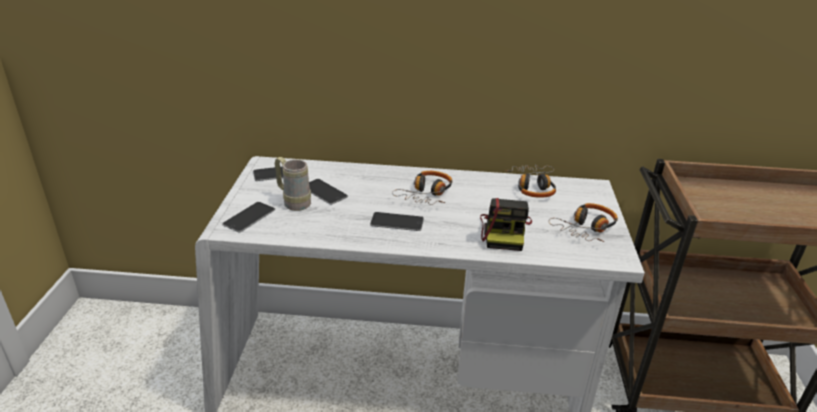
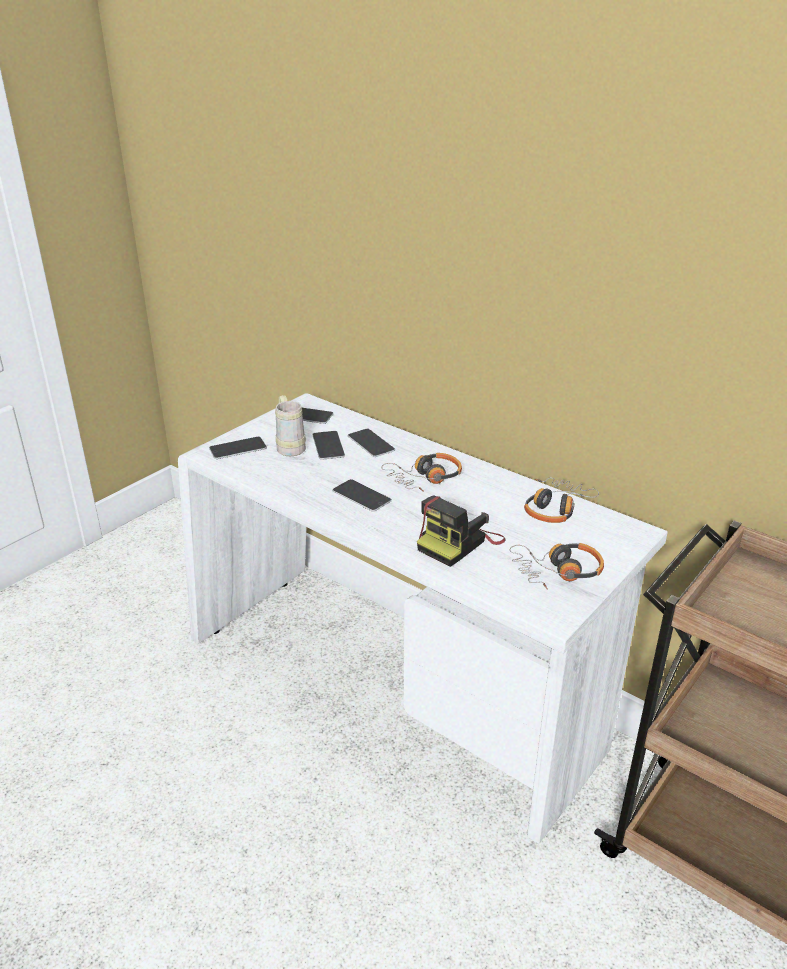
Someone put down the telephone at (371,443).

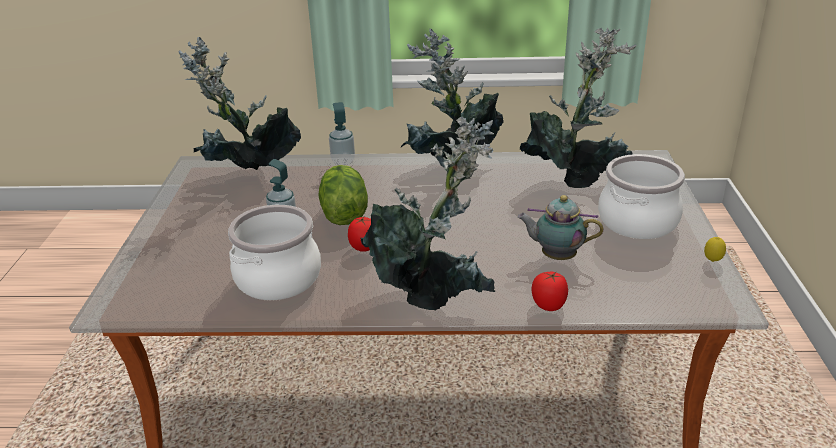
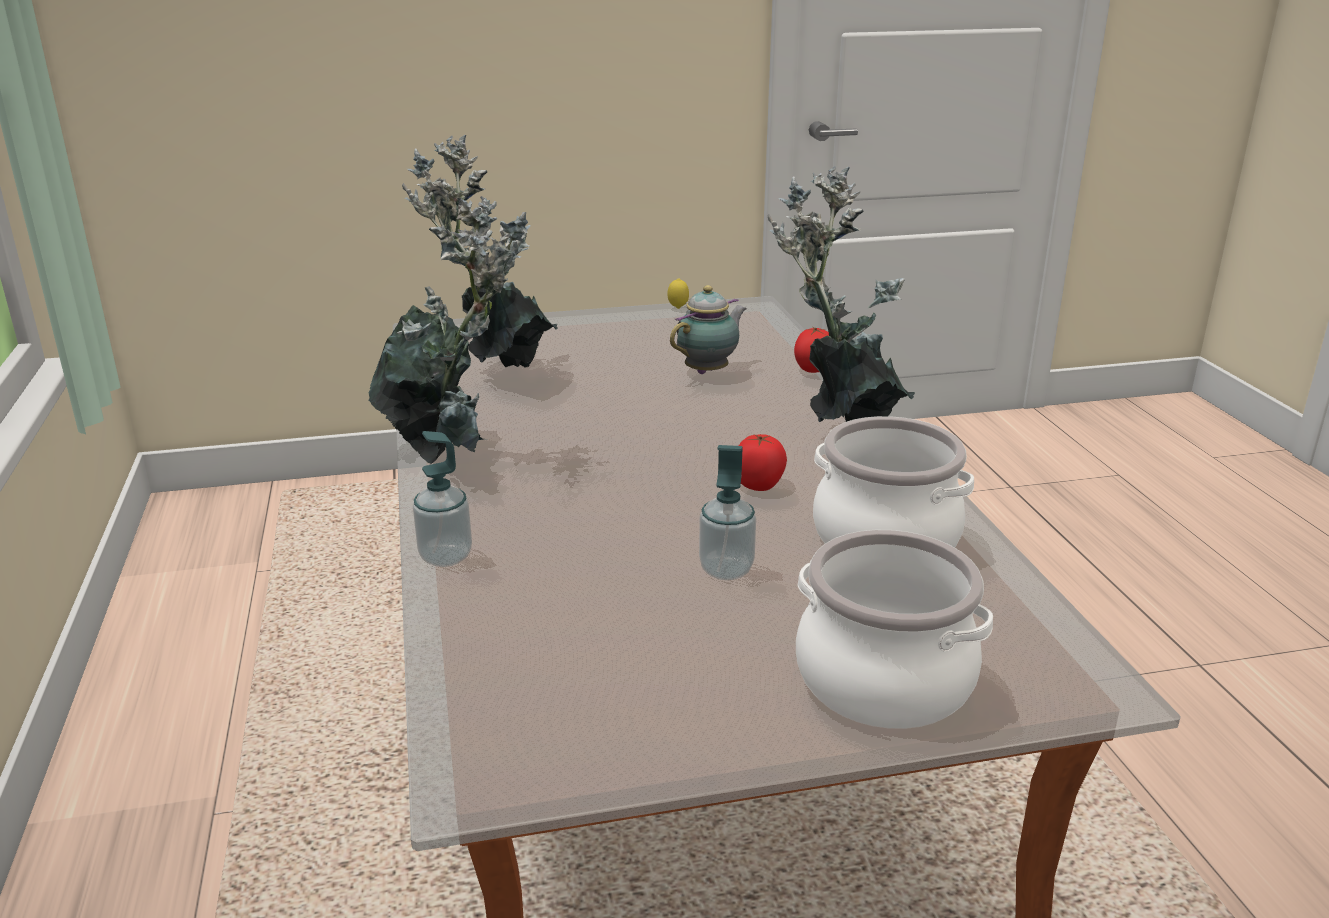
Someone took away the houseplant at (247,175).
Someone took away the lettuce at (343,214).
Someone carried the saucepot from (638,222) to (884,679).
Someone rotated the teapot at (556,256) by 135 degrees counterclockwise.

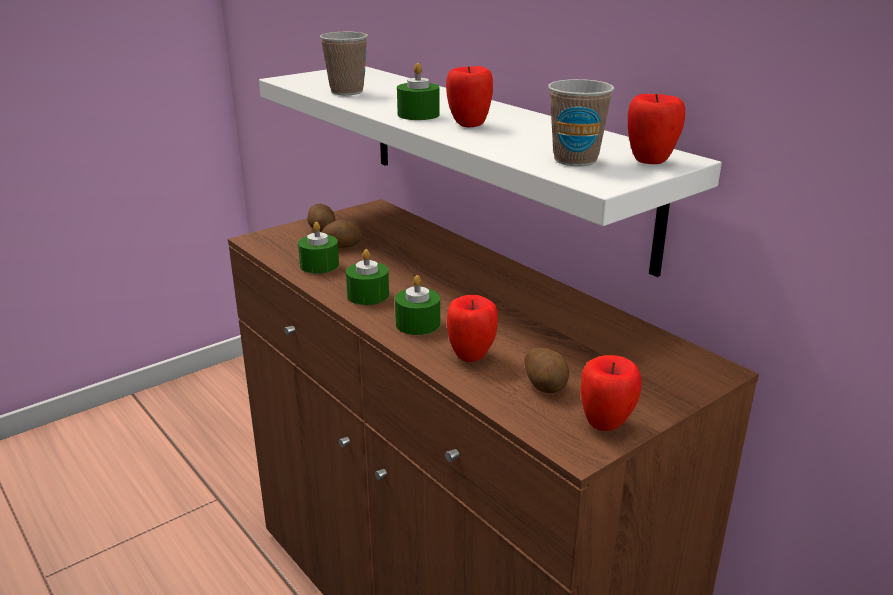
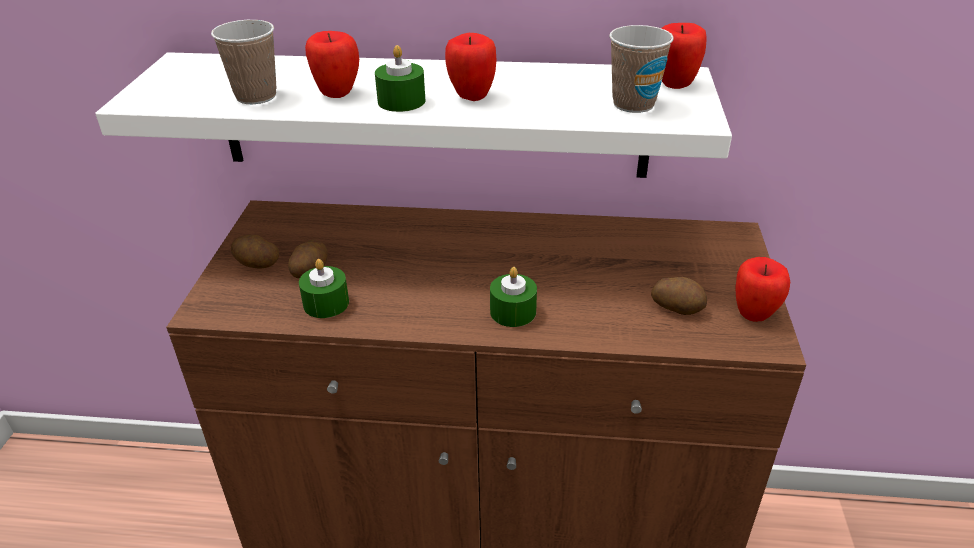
Someone took away the candle (green-coloured) at (368,295).
Someone carried the whole apple from (471,356) to (337,93).

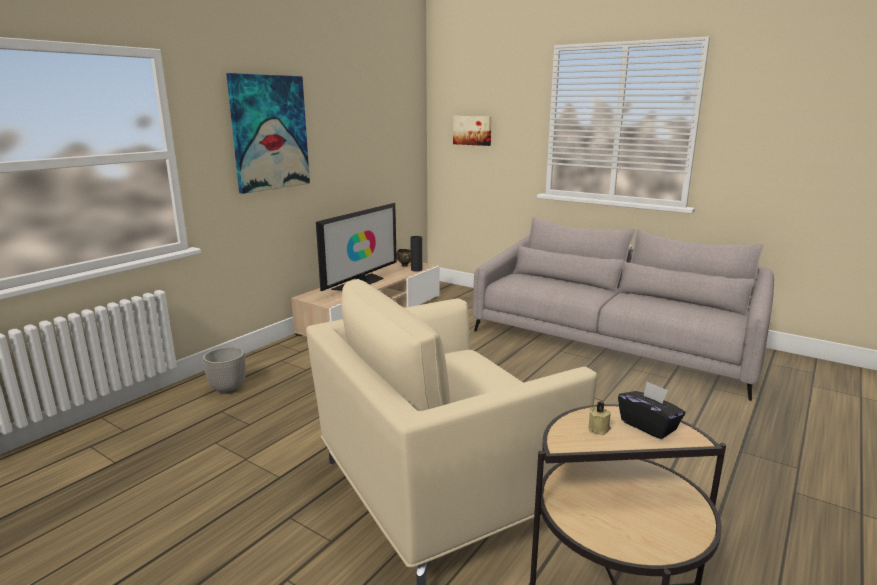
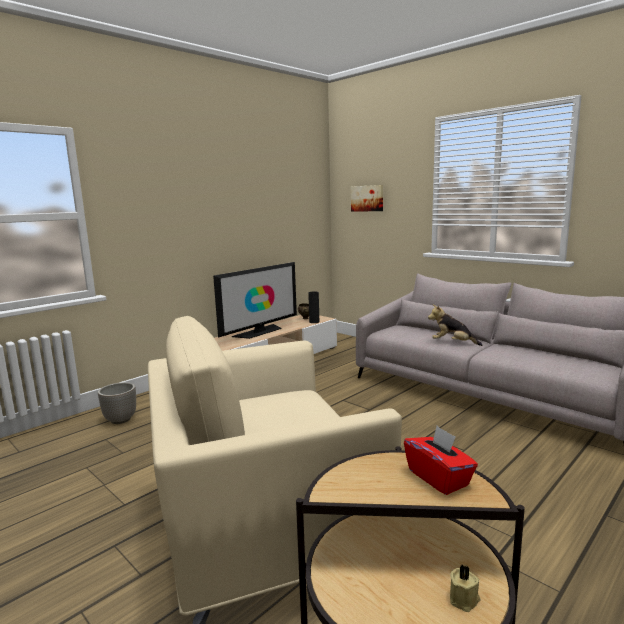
Someone took away the wall art at (270,133).
Someone put down the soft toy at (452,343).
Someone carried the candle (sand-coloured) from (599,429) to (464,599).
Someone repainted the tissue box (black-coloured) at (648,426), which became the tissue box (red-coloured) at (439,478).

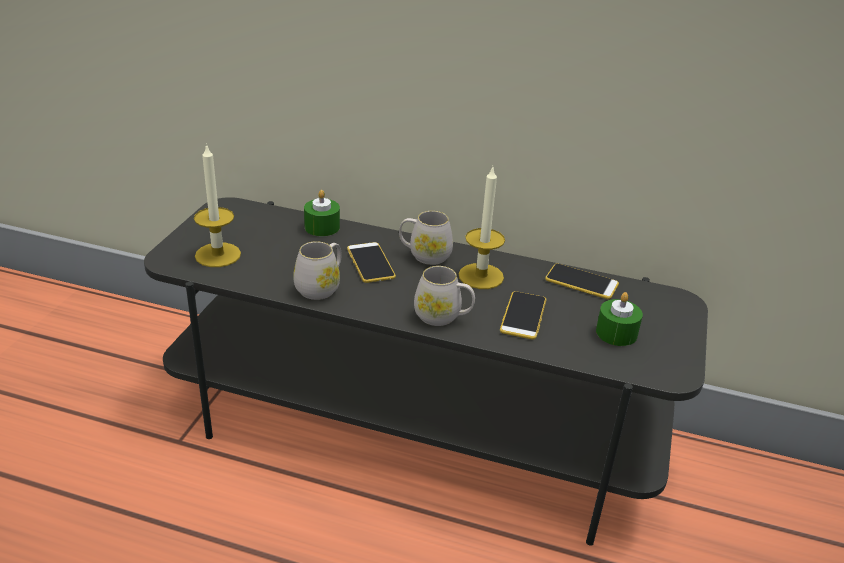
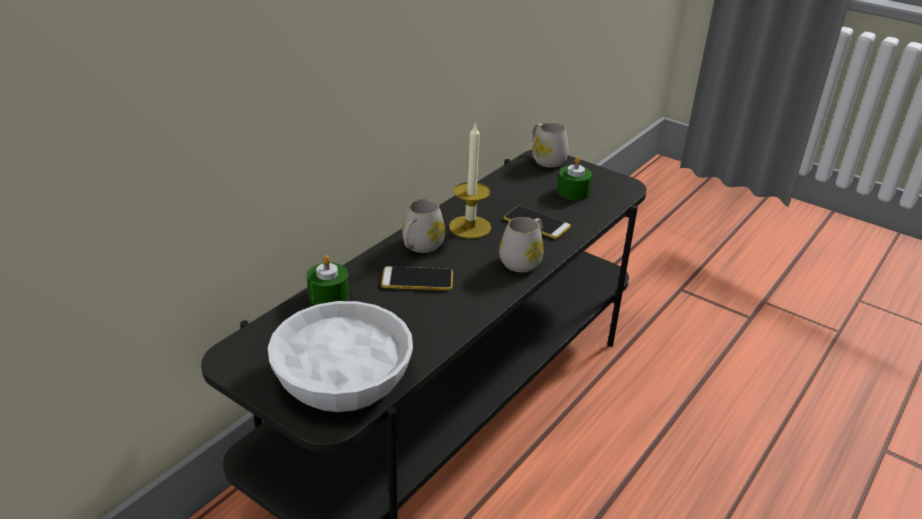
Someone took away the telephone at (581,282).
Someone carried the coffee mug (white-coloured) from (321,287) to (546,159).
Someone swapped the candle at (218,255) for the deep dish (white-coloured) at (343,379).

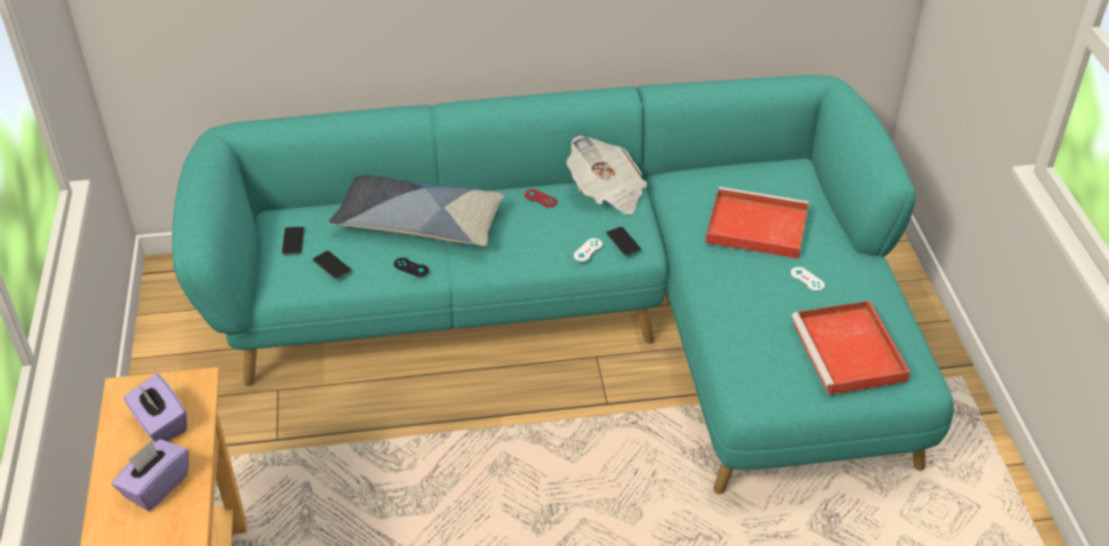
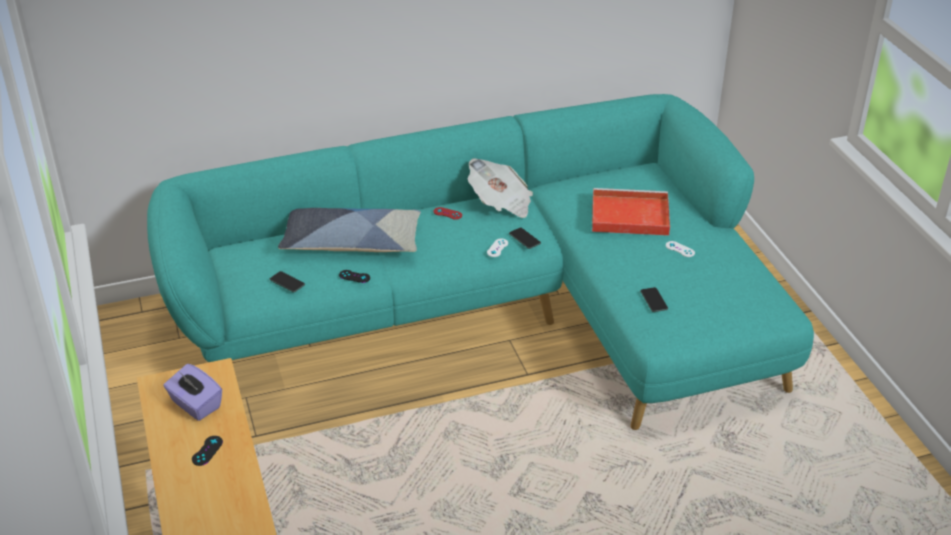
Someone took away the tray (red-coloured) at (850,352).
Someone carried the telephone from (293,241) to (654,300).
Someone swapped the tissue box (purple) at (156,486) for the gamepad (black-coloured) at (207,451).

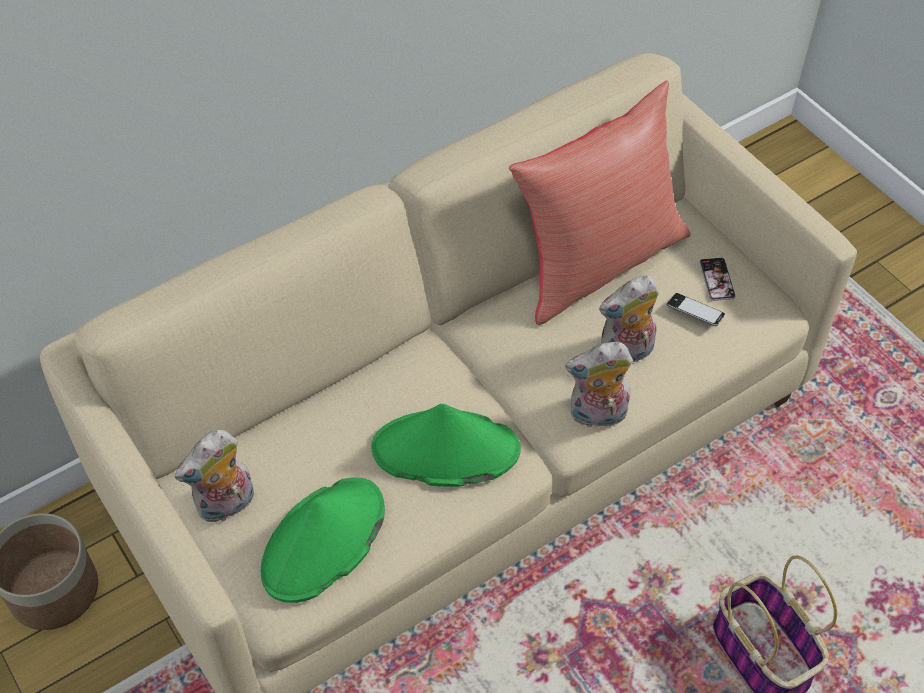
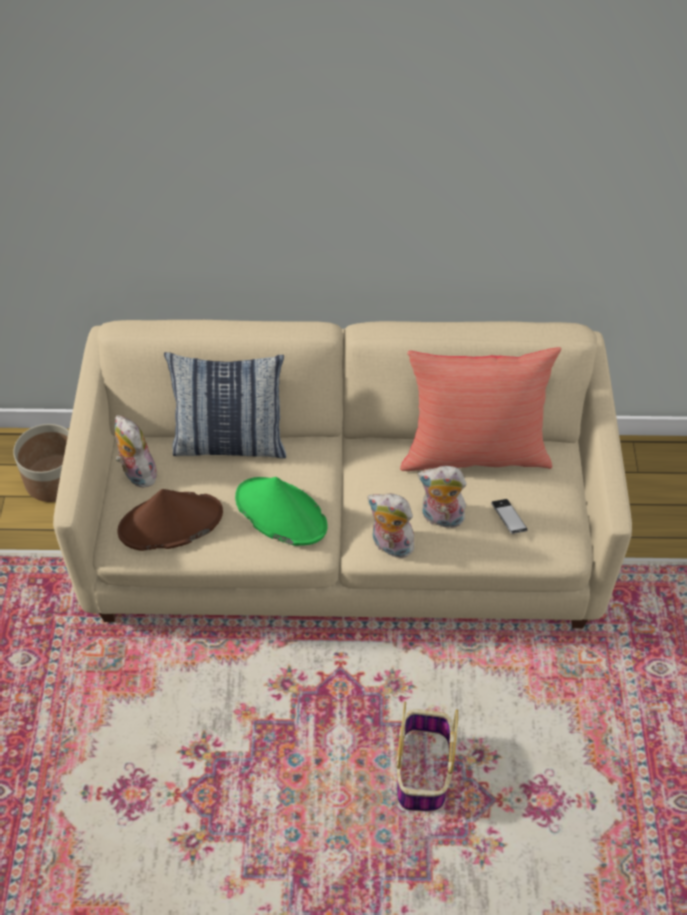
Someone took away the telephone at (717,279).
Someone put down the cushion at (230,443).
Someone repainted the wearable hat (green-coloured) at (323,541), which became the wearable hat (brown-coloured) at (170,523).
Someone rotated the soft toy at (226,506) by 60 degrees clockwise.

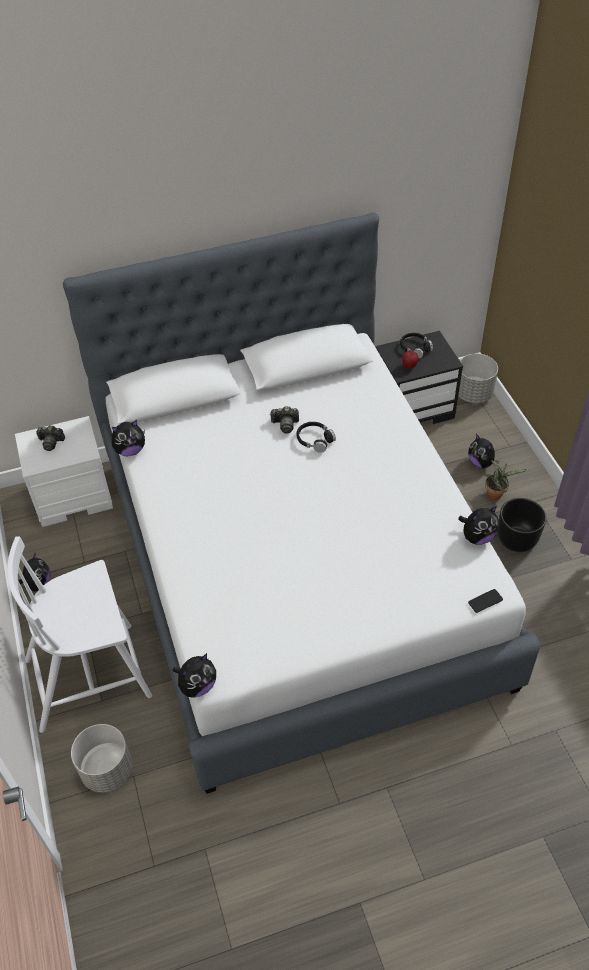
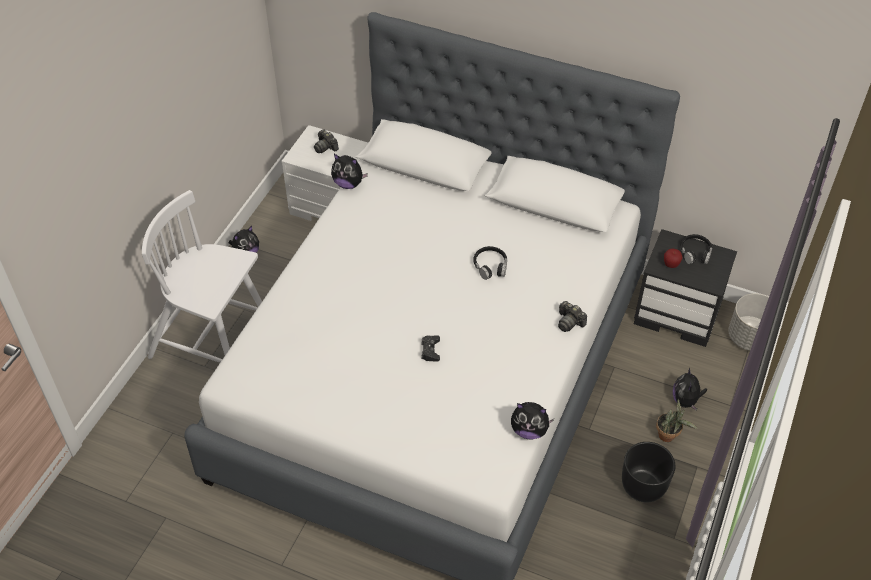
Someone took away the planter (greyish) at (107,770).
Someone took away the soft toy at (197,686).
Someone took away the telephone at (485,601).
Someone put down the gamepad (black-coloured) at (430,350).
Someone carried the still camera from (285,424) to (569,322).

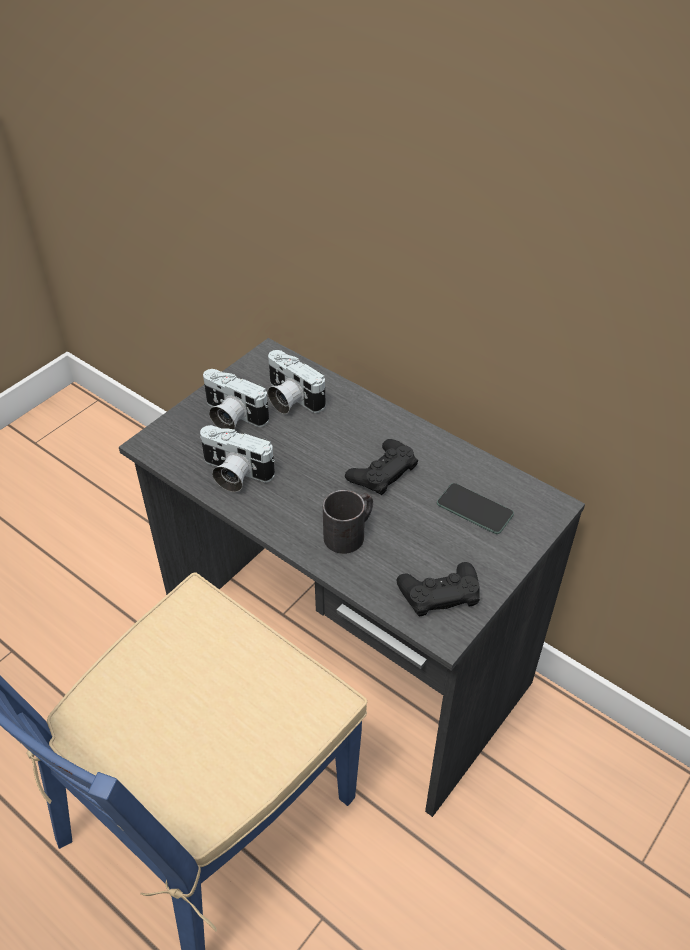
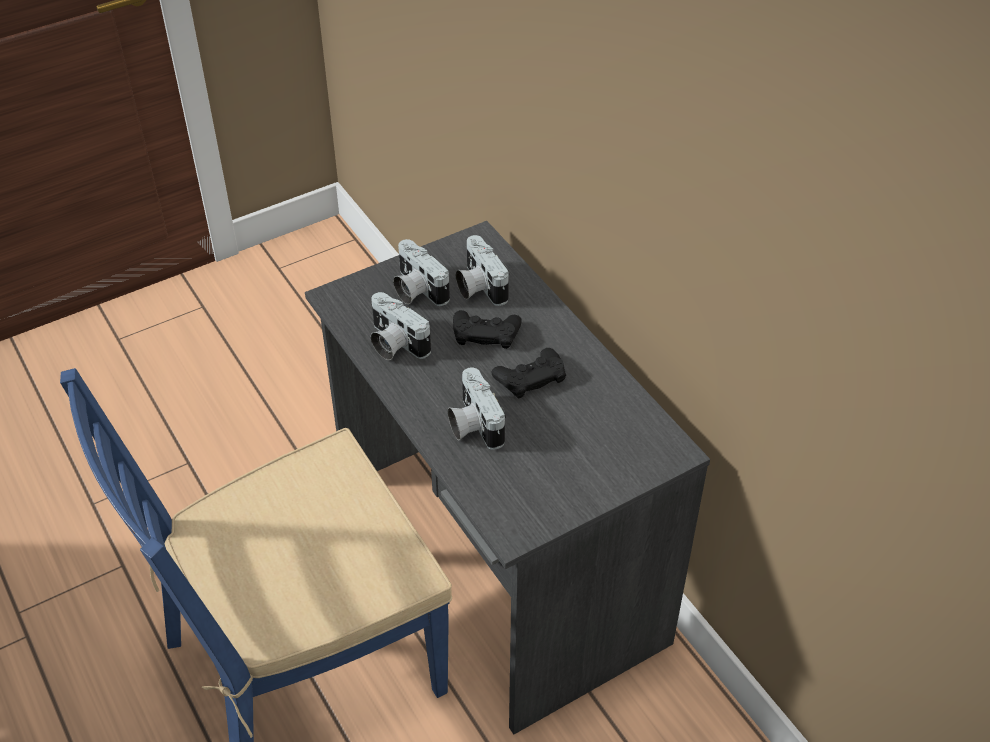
Someone took away the telephone at (474,509).
Someone carried the gamepad (black-coloured) from (439,593) to (486,333).
Someone swapped the coffee mug (black-coloured) at (350,532) for the still camera at (473,424).

